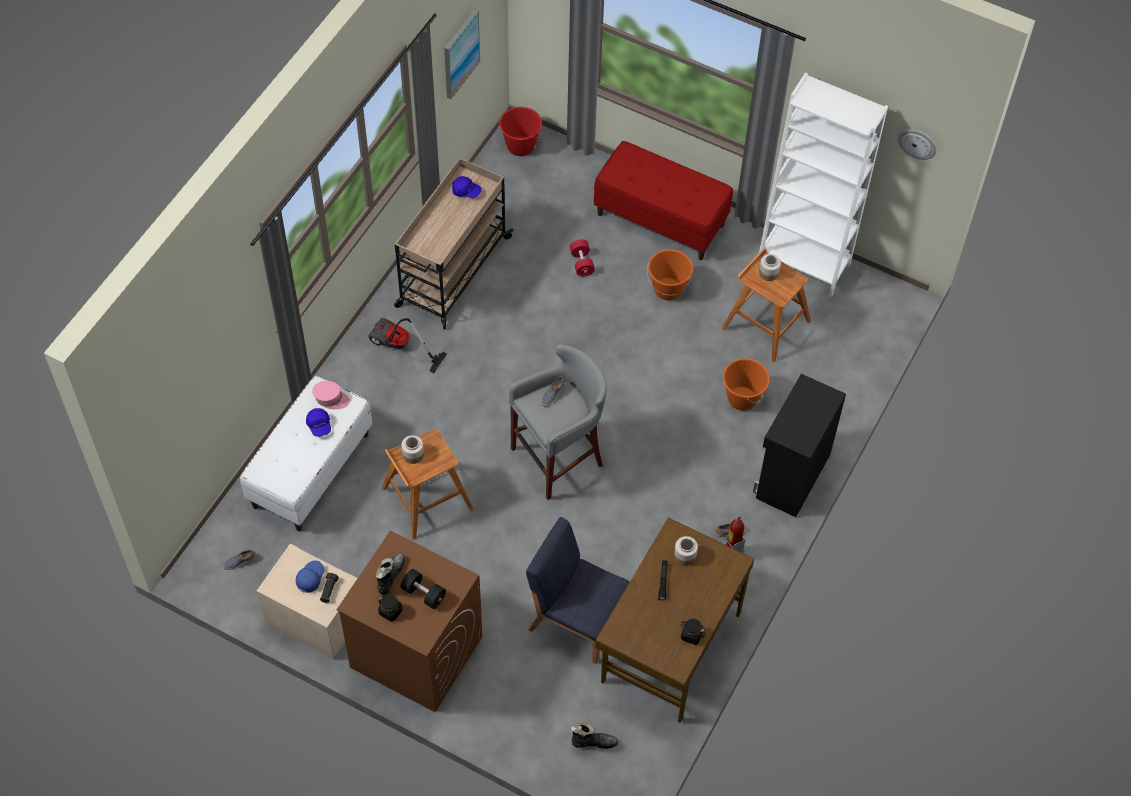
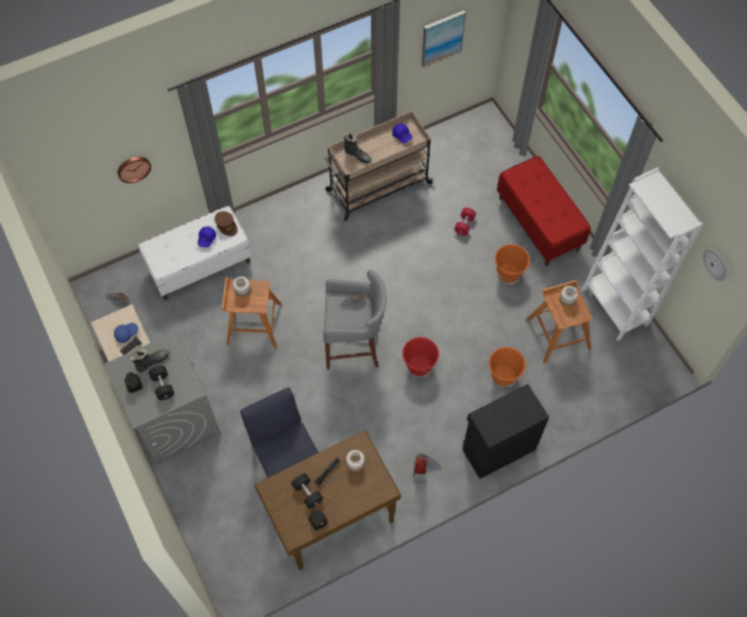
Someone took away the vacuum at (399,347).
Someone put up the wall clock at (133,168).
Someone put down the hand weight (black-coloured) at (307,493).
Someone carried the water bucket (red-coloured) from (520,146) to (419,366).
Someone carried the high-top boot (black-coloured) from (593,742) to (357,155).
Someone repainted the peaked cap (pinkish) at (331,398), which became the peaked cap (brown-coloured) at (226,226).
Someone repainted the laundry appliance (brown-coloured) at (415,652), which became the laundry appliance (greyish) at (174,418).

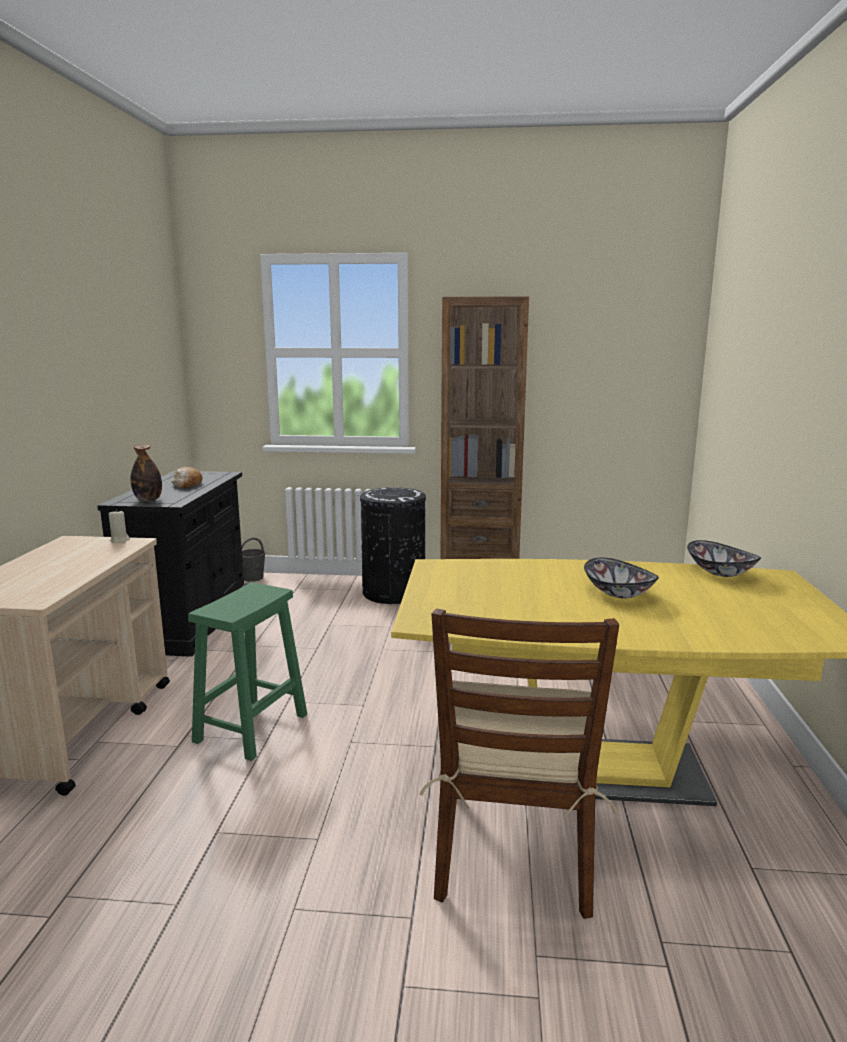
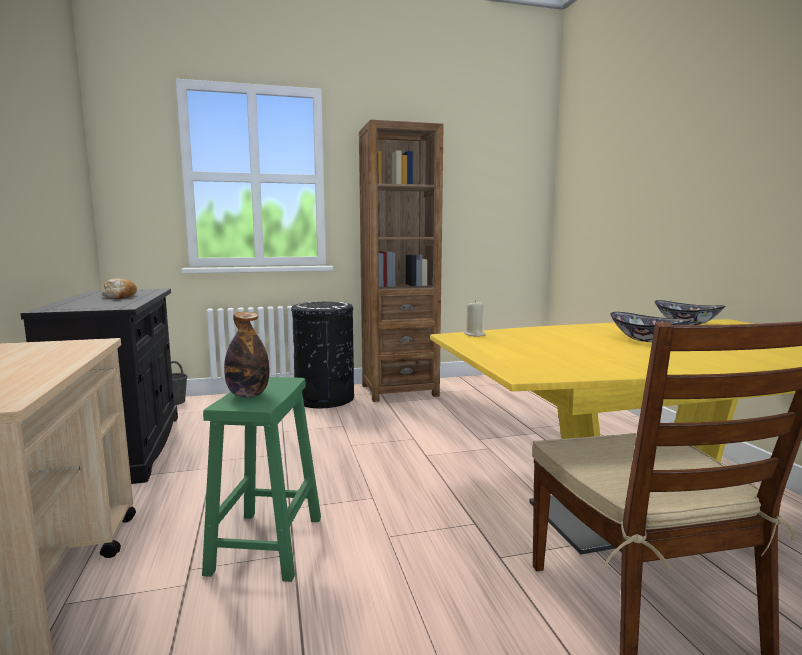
Someone carried the candle (sand-coloured) from (119,540) to (474,334).
Someone carried the beverage bottle from (148,500) to (248,395).

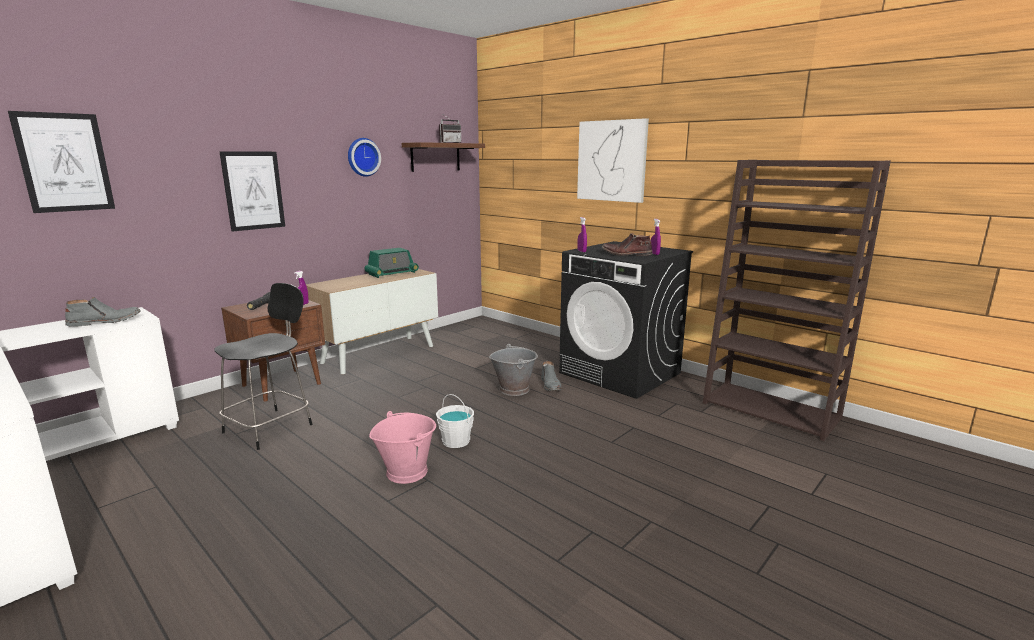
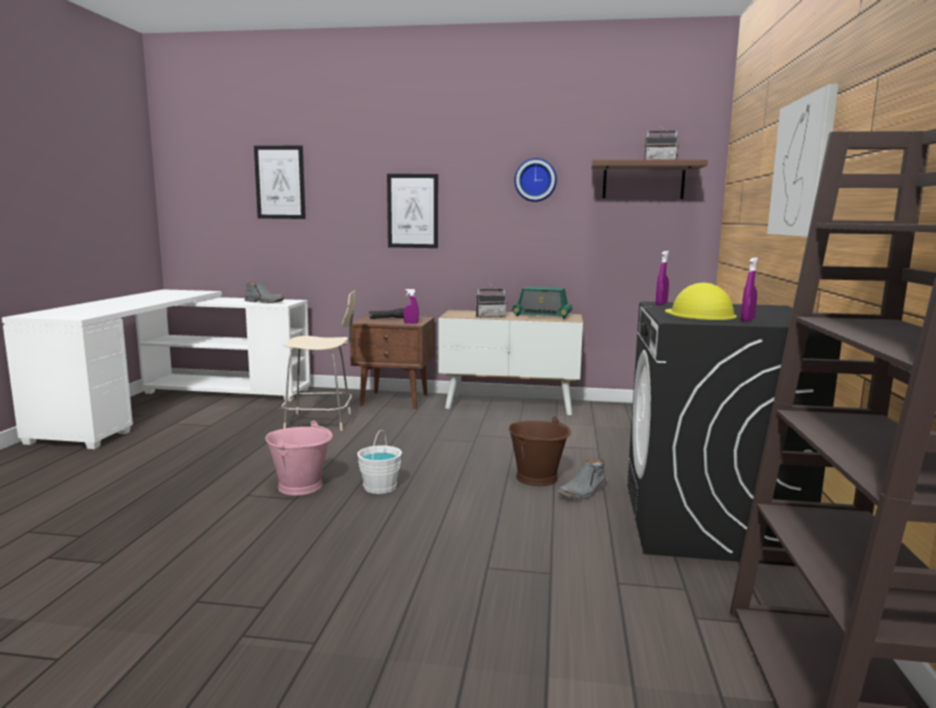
Someone put down the radio at (490,316).
Someone swapped the high-top boot (brown-coloured) at (626,254) for the safety helmet (yellow-coloured) at (700,314).
Someone repainted the stool seat (black-coloured) at (271,427), which became the stool seat (sand-coloured) at (321,421).
Someone repainted the water bucket (greyish) at (514,389), which became the water bucket (brown-coloured) at (537,477).

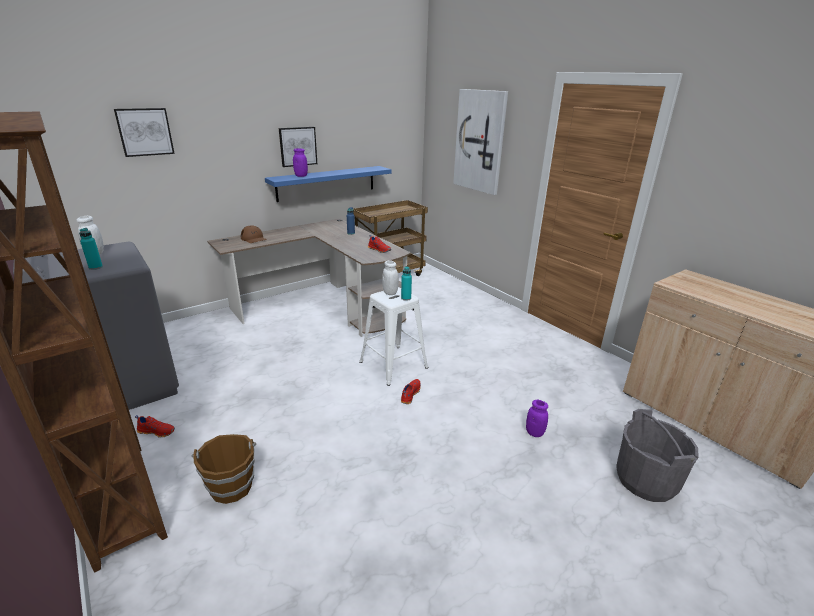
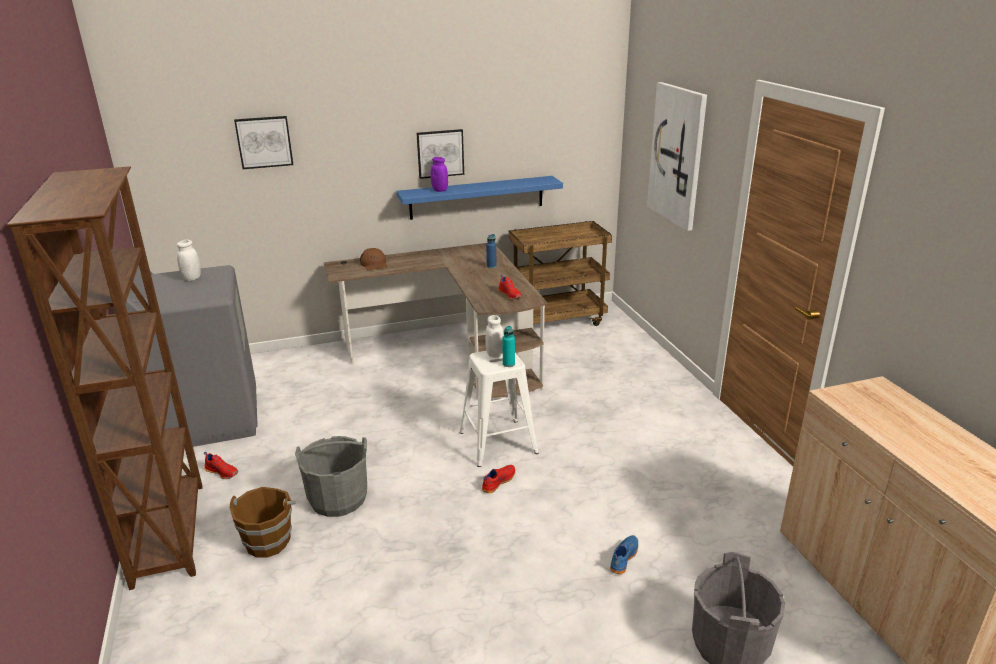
Someone took away the beverage bottle (blue-green) at (95,267).
Someone put down the water bucket (greyish) at (338,499).
Someone swapped the storage jar (purple) at (534,433) for the low shoe (bluish) at (623,558).

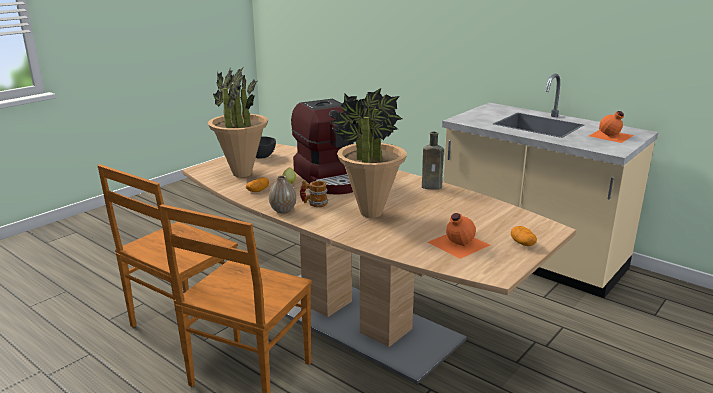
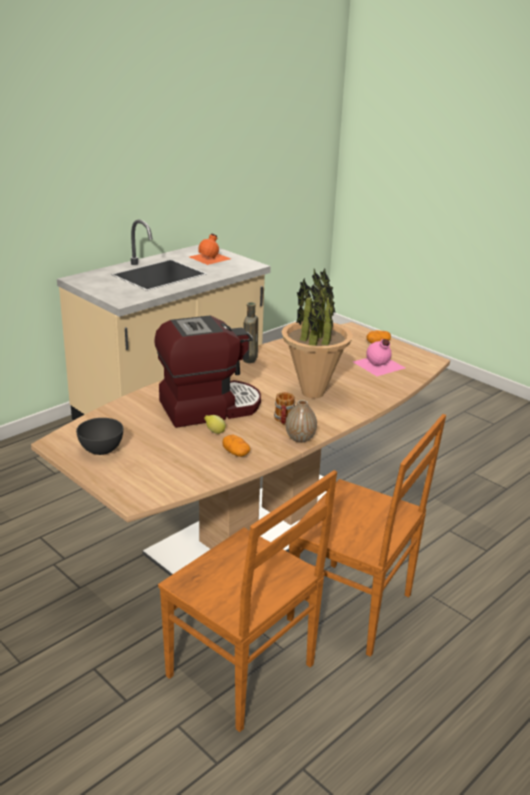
Someone took away the houseplant at (241,173).
Someone repainted the beverage bottle (orange-coloured) at (457,243), which became the beverage bottle (pinkish) at (378,365).

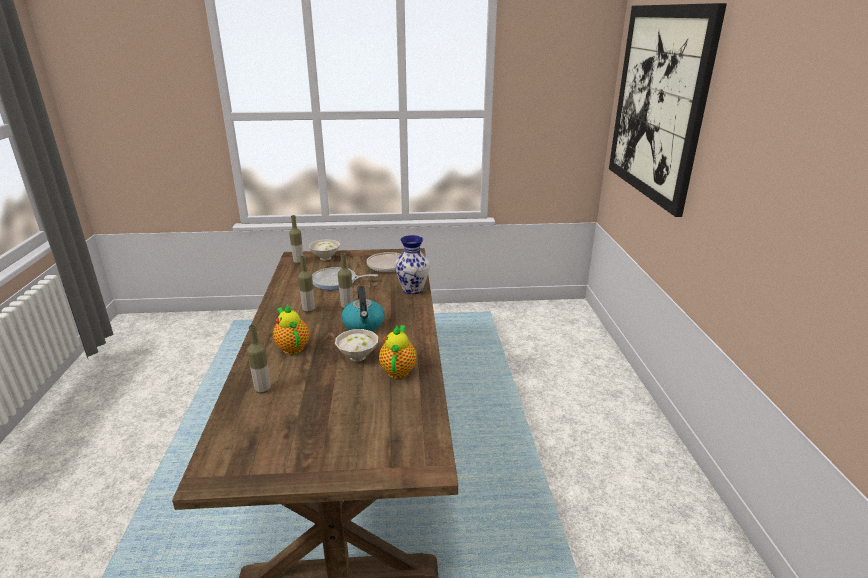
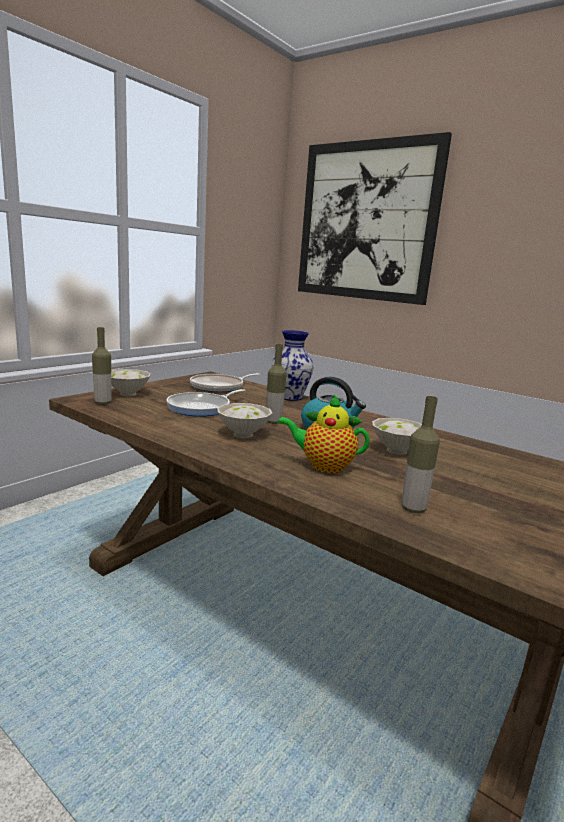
Someone took away the teapot at (398,370).
Someone swapped the beverage bottle at (308,310) for the deep dish (white-coloured) at (244,435).

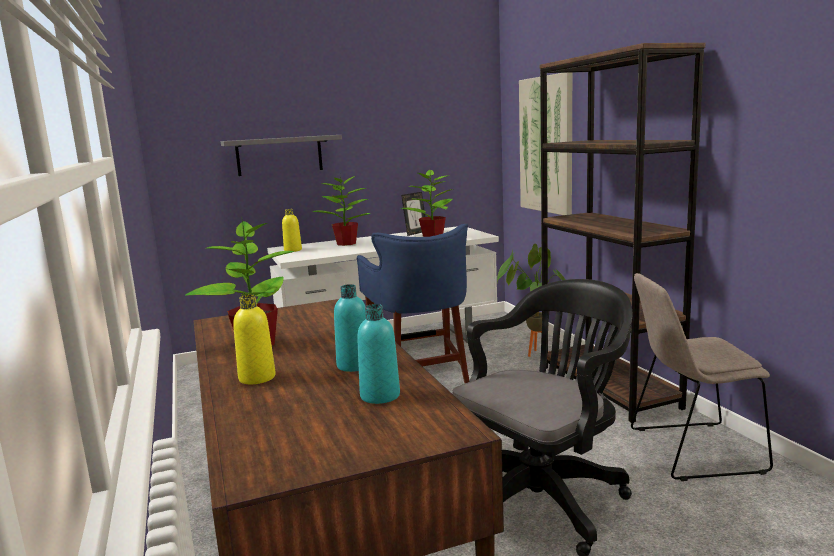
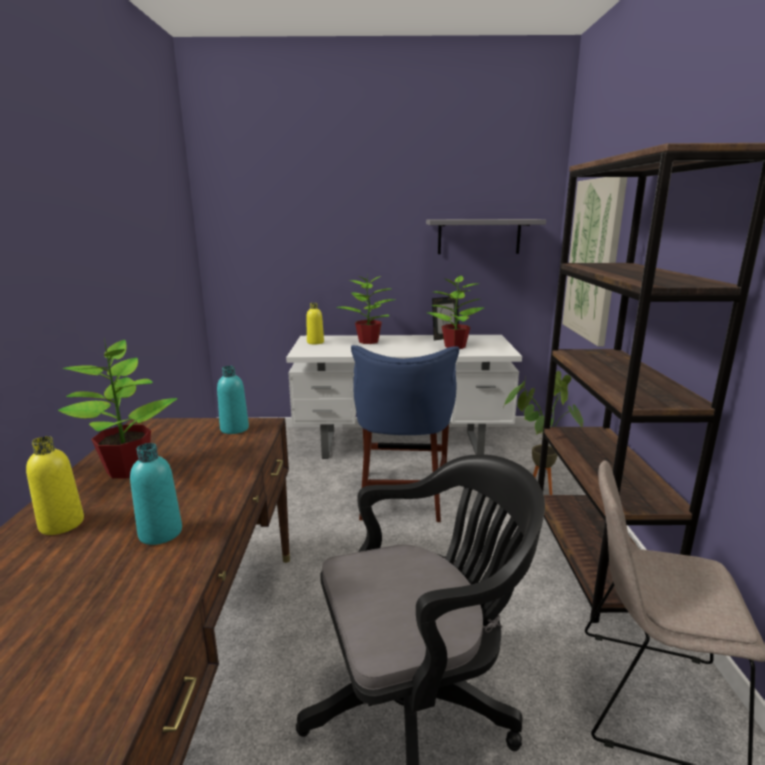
Someone carried the shelf (greyish) from (279,155) to (479,236).
Someone carried the beverage bottle (blue-green) from (380,396) to (234,429).

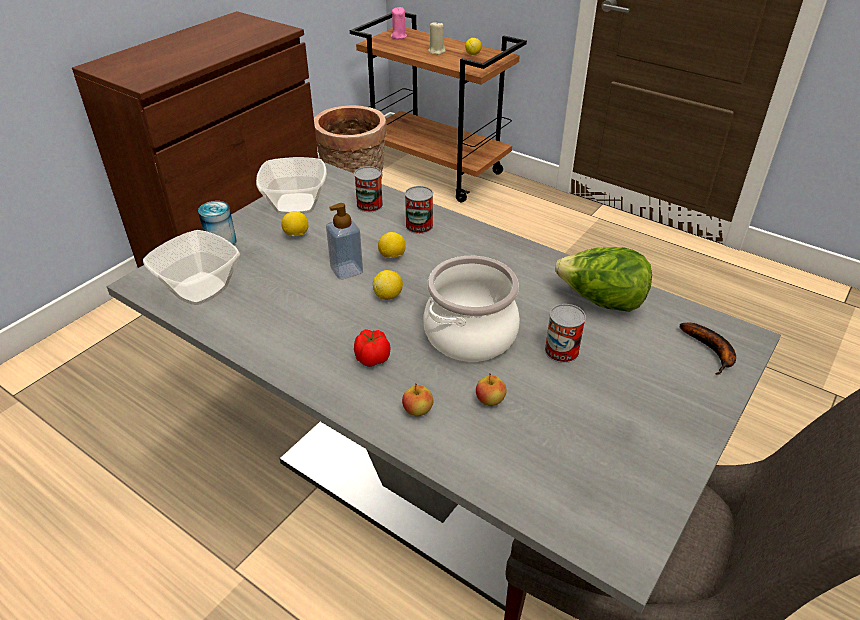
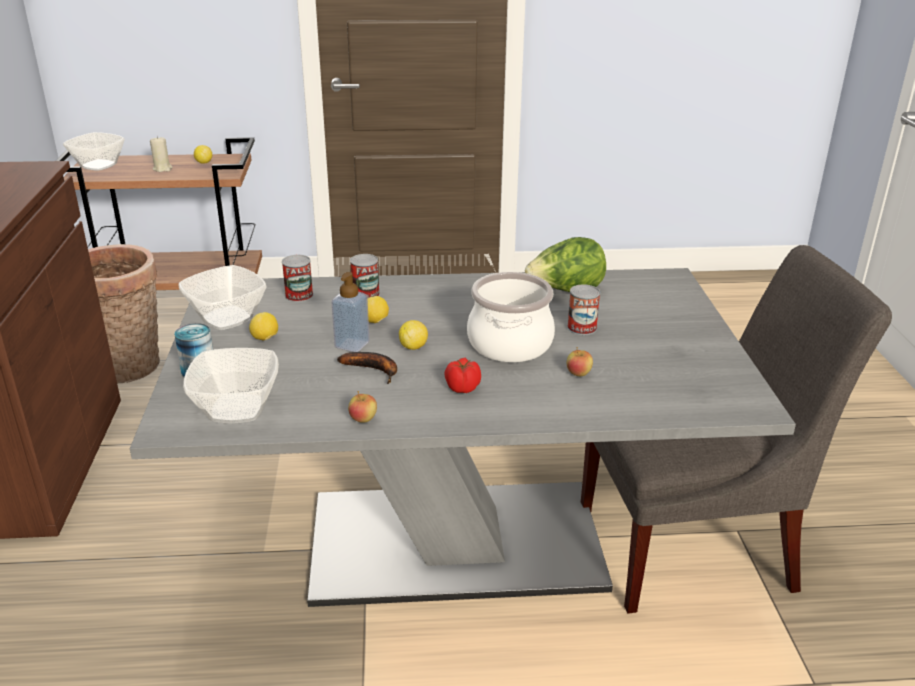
Someone carried the whole apple from (417,410) to (363,419).
Someone carried the banana from (712,352) to (374,370).
Someone swapped the candle (pinkish) at (398,36) for the deep dish at (99,165).

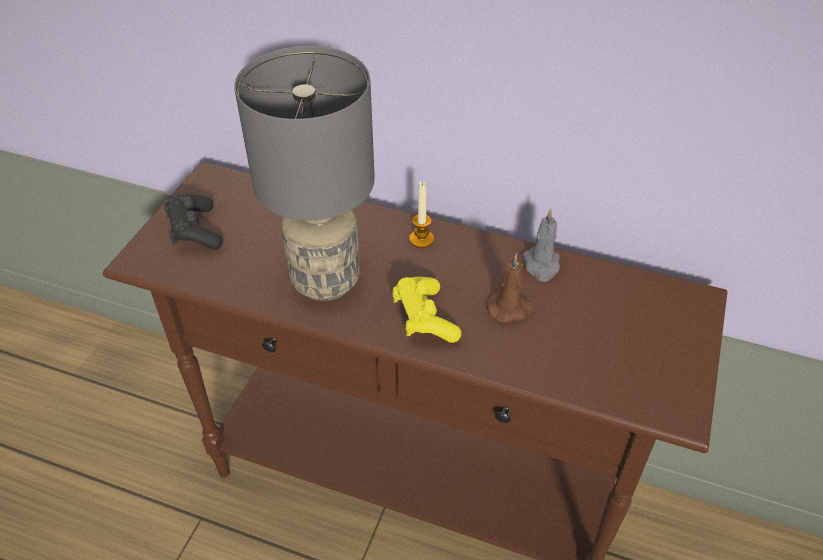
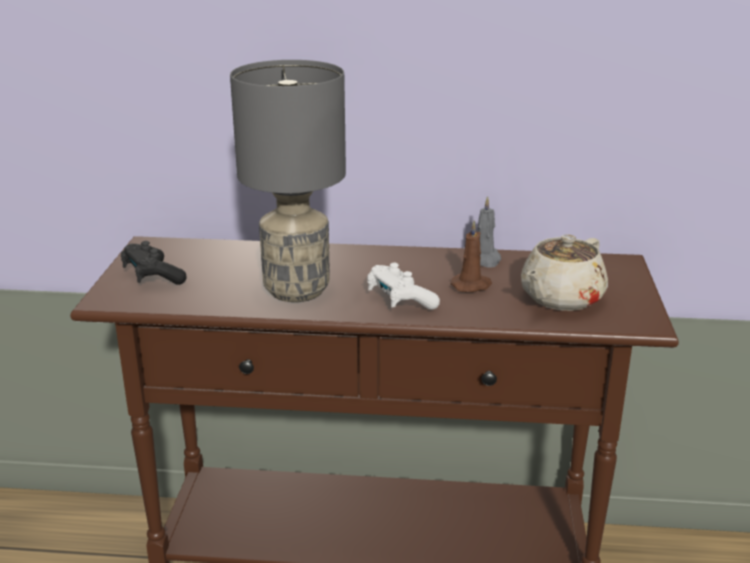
Someone took away the candle at (421,239).
Someone put down the teapot (sand-coloured) at (560,298).
Someone repainted the gamepad (yellow-coloured) at (424,319), which became the gamepad (white-coloured) at (400,300).

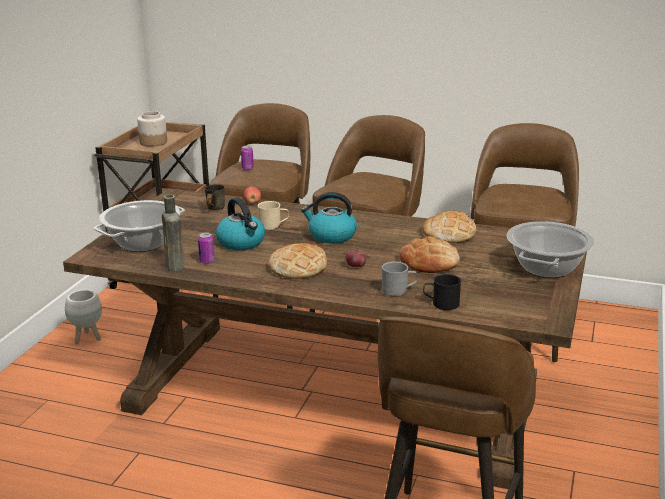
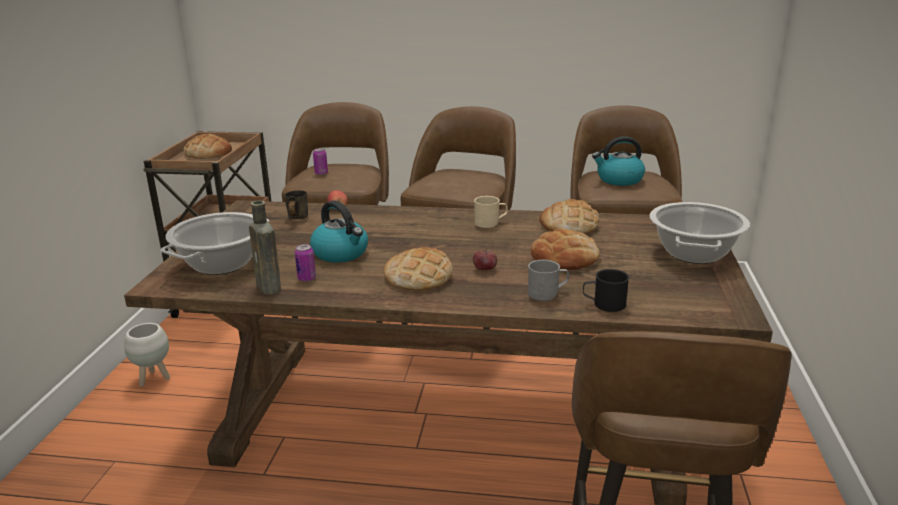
Someone carried the coffee mug (sand-coloured) from (273,225) to (490,223).
Someone carried the kettle from (331,236) to (619,180).
Someone swapped the storage jar at (153,142) for the bakery bread at (209,153).

